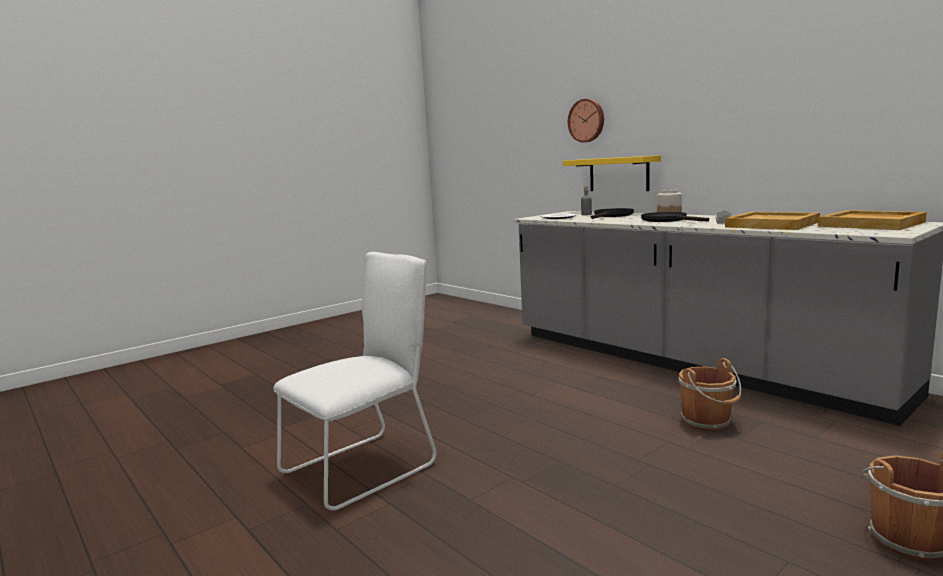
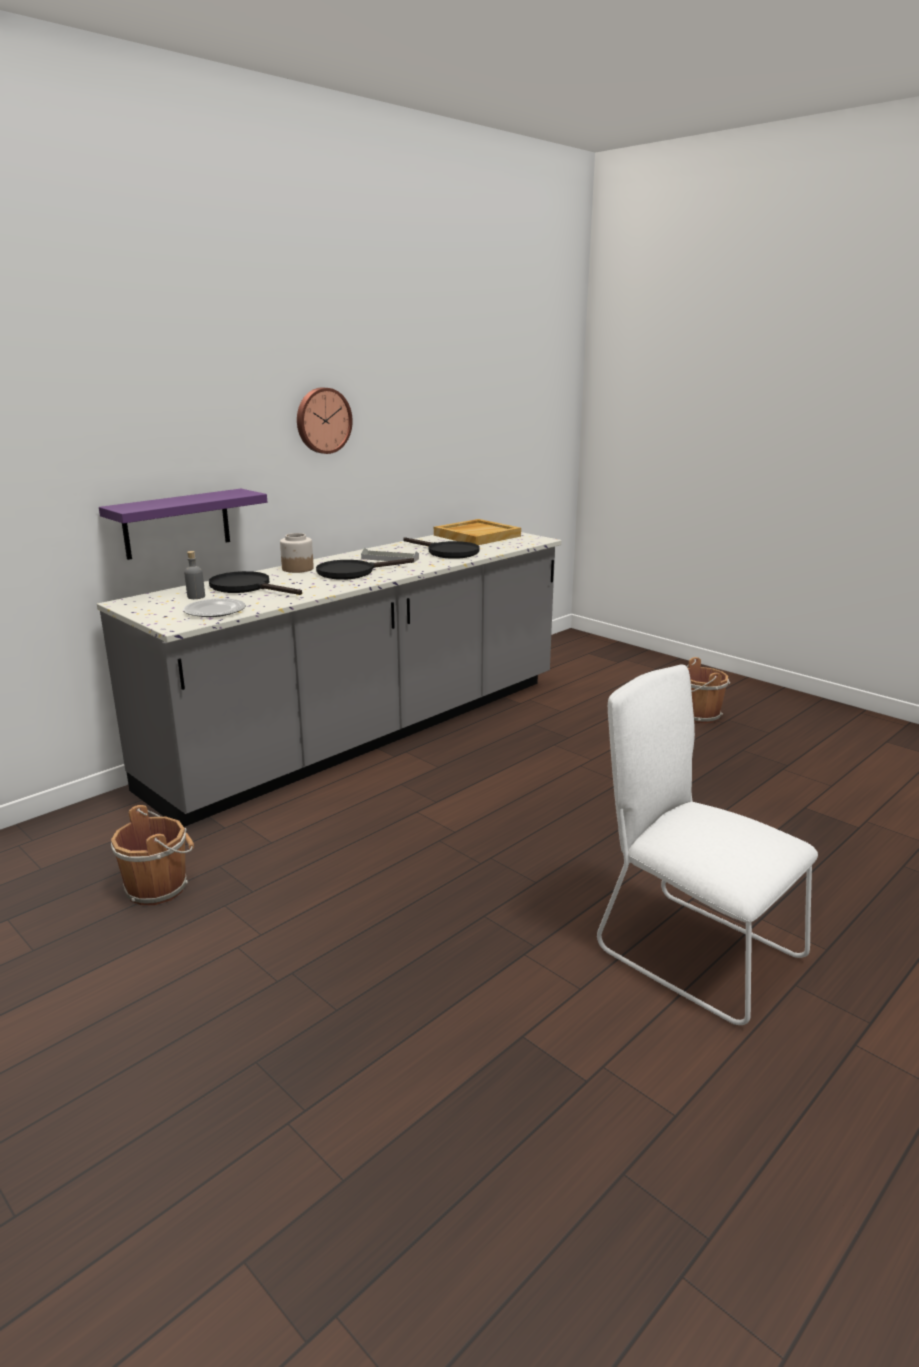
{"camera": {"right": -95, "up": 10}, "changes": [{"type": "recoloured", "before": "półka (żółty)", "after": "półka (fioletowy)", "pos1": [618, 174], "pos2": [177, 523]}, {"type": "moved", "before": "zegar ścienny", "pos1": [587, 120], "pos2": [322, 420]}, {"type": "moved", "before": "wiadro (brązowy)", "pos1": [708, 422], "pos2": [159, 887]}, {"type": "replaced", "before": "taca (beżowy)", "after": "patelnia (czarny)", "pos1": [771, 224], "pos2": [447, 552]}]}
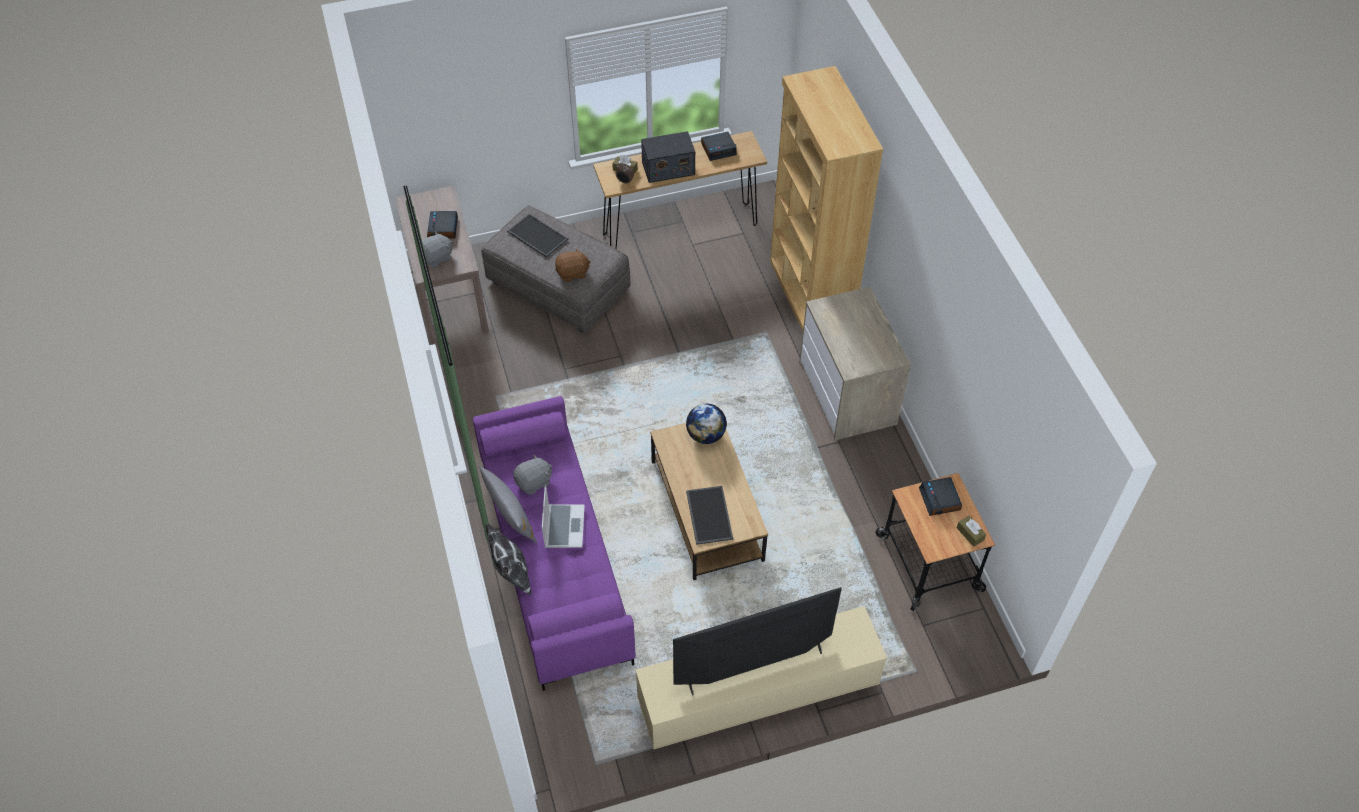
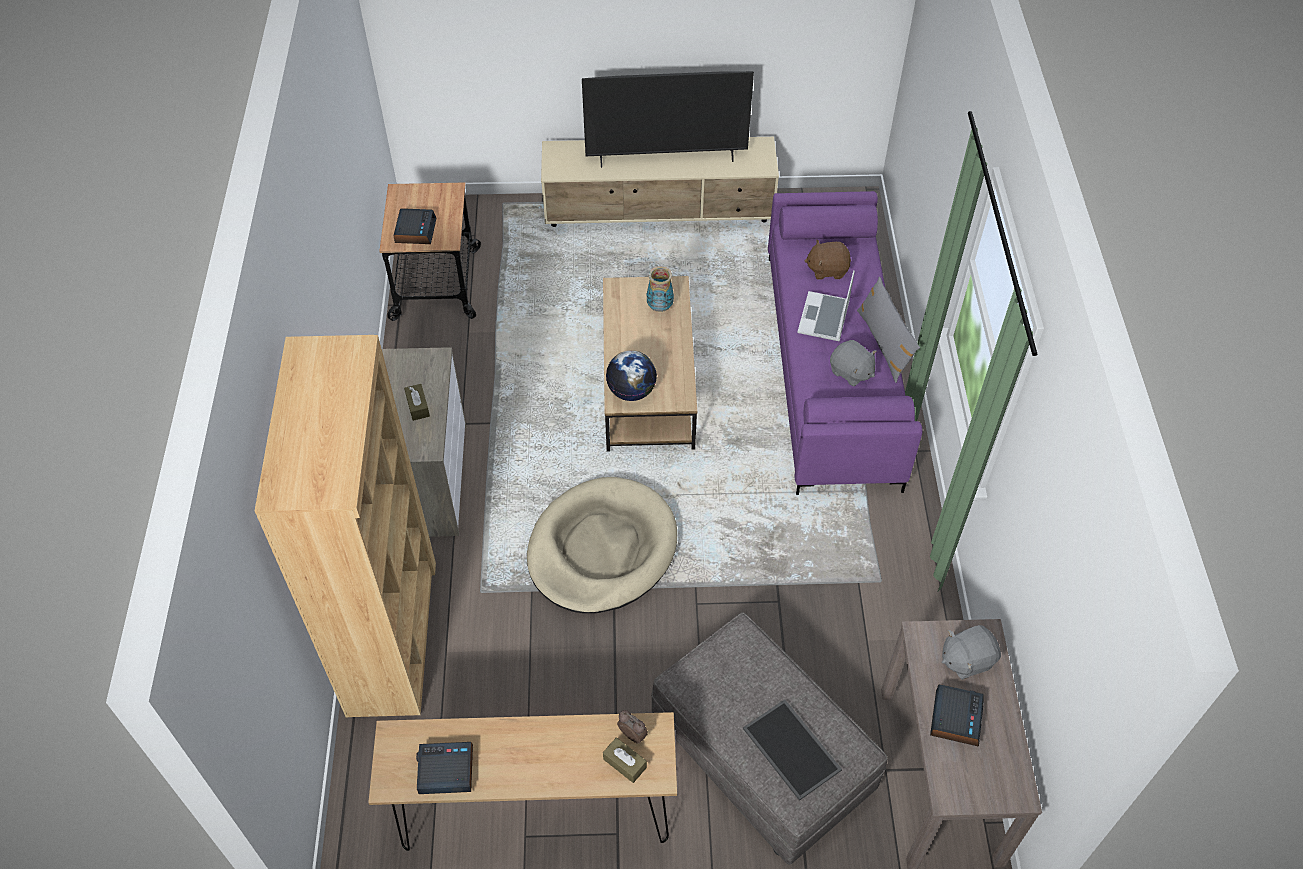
{"camera": {"right": -165, "up": 0}, "changes": [{"type": "removed", "before": "poduszka", "pos1": [512, 575]}, {"type": "turned", "before": "pluszak (szary)", "pos1": [534, 482], "pos2": [851, 372], "turn": -120}, {"type": "moved", "before": "pluszak (brązowy)", "pos1": [572, 273], "pos2": [827, 269]}, {"type": "removed", "before": "radio", "pos1": [668, 168]}, {"type": "replaced", "before": "taca", "after": "wazon", "pos1": [708, 514], "pos2": [660, 307]}, {"type": "moved", "before": "pudełko chusteczek (brązowy)", "pos1": [970, 534], "pos2": [418, 406]}, {"type": "added", "after": "legowisko (beżowy)", "pos2": [602, 549]}]}
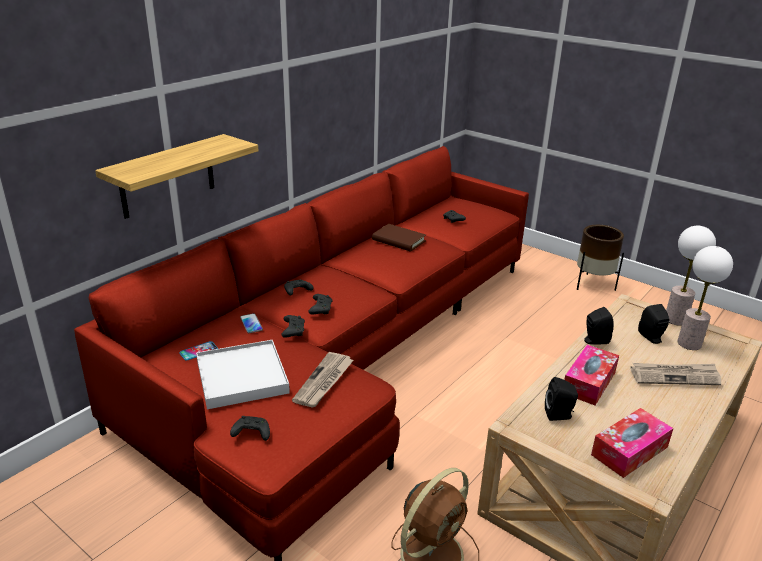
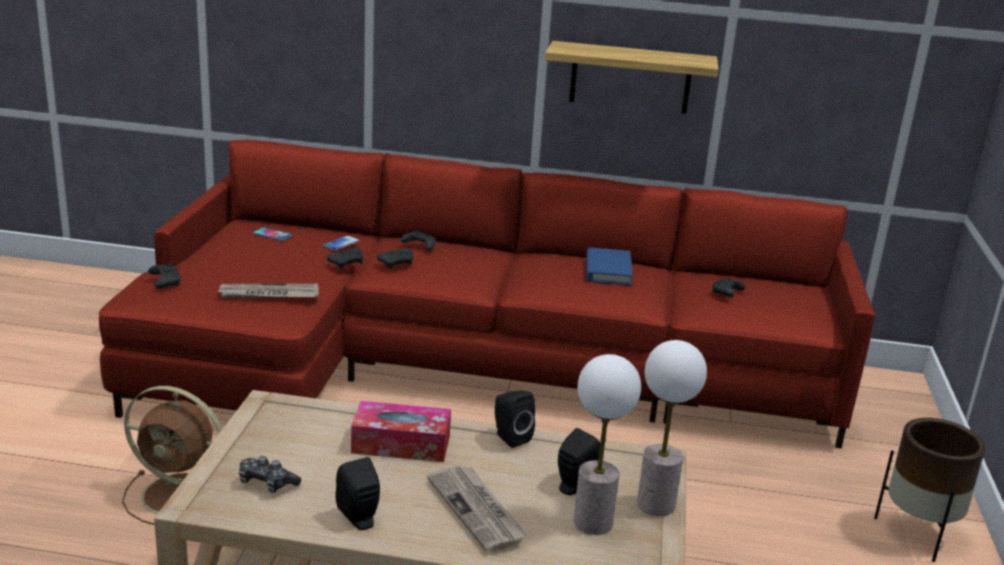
{"camera": {"right": 60, "up": -5}, "changes": [{"type": "moved", "before": "półka", "pos1": [167, 176], "pos2": [630, 78]}, {"type": "removed", "before": "taca (biały)", "pos1": [242, 377]}, {"type": "recoloured", "before": "książka (brązowy)", "after": "książka (niebieski)", "pos1": [398, 240], "pos2": [608, 270]}, {"type": "moved", "before": "głośnik (czarny)", "pos1": [559, 415], "pos2": [360, 519]}, {"type": "replaced", "before": "pudełko chusteczek", "after": "pad do gier", "pos1": [629, 451], "pos2": [266, 483]}]}
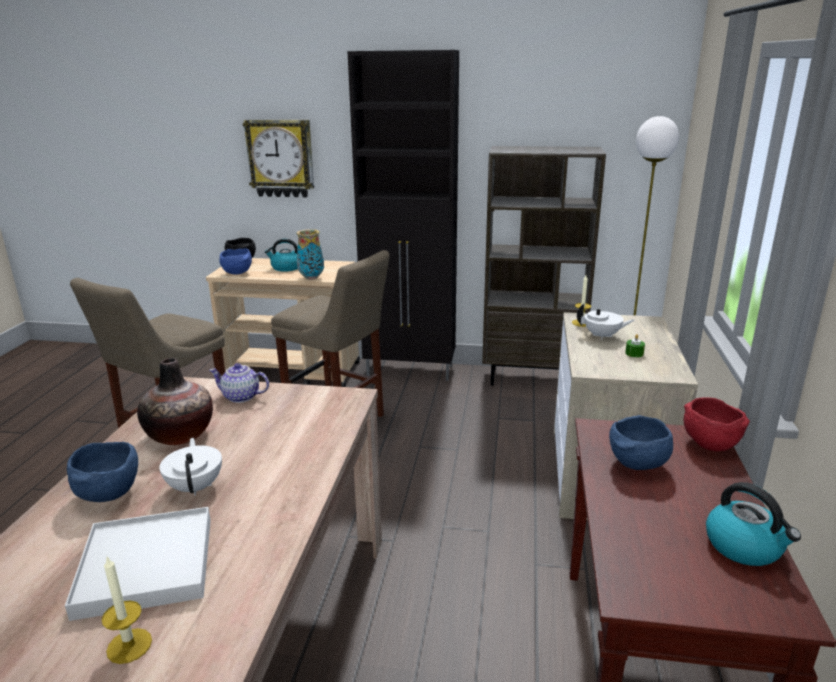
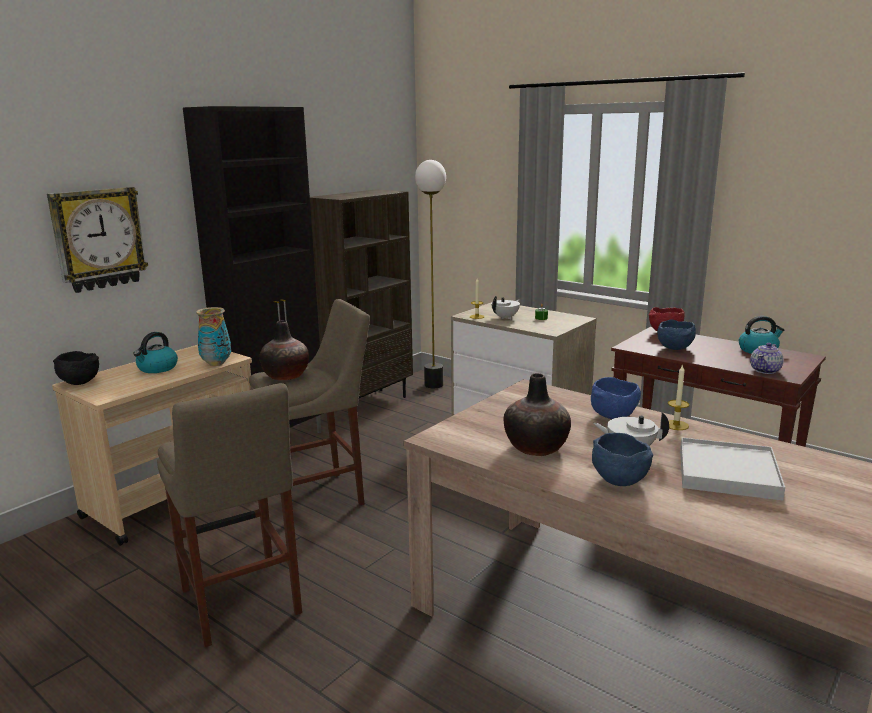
{"camera": {"right": -60, "up": -5}, "changes": [{"type": "moved", "before": "świeca", "pos1": [129, 646], "pos2": [676, 425]}, {"type": "moved", "before": "imbryk", "pos1": [241, 397], "pos2": [765, 370]}, {"type": "moved", "before": "miska (niebieski)", "pos1": [238, 273], "pos2": [614, 416]}, {"type": "added", "after": "wazon", "pos2": [286, 376]}]}
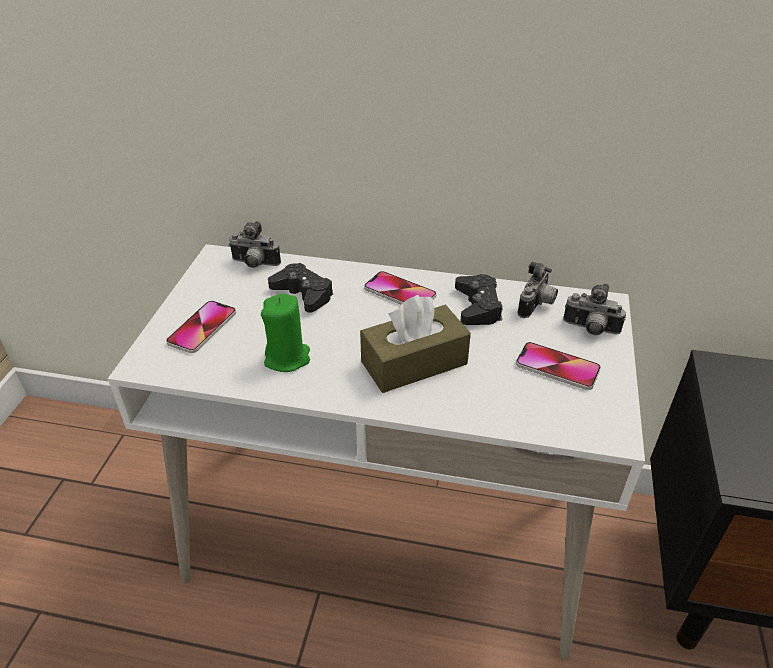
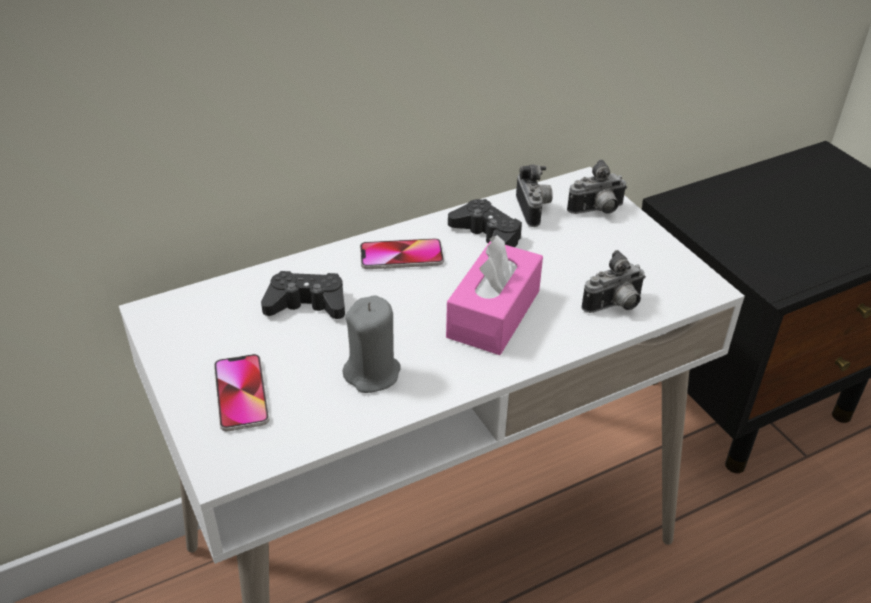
{"camera": {"right": -40, "up": 0}, "changes": [{"type": "moved", "before": "aparat fotograficzny", "pos1": [254, 264], "pos2": [615, 306]}, {"type": "recoloured", "before": "świeca (zielony)", "after": "świeca (szary)", "pos1": [287, 358], "pos2": [372, 373]}, {"type": "recoloured", "before": "pudełko chusteczek (brązowy)", "after": "pudełko chusteczek (różowy)", "pos1": [414, 363], "pos2": [493, 314]}, {"type": "removed", "before": "telefon", "pos1": [557, 367]}]}
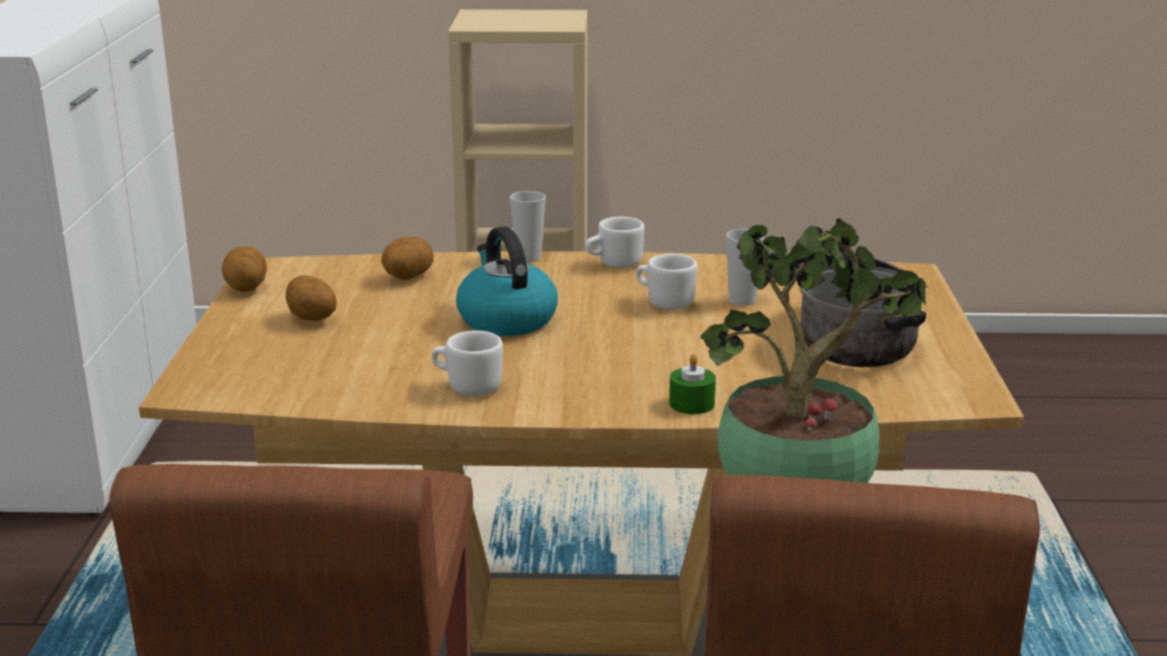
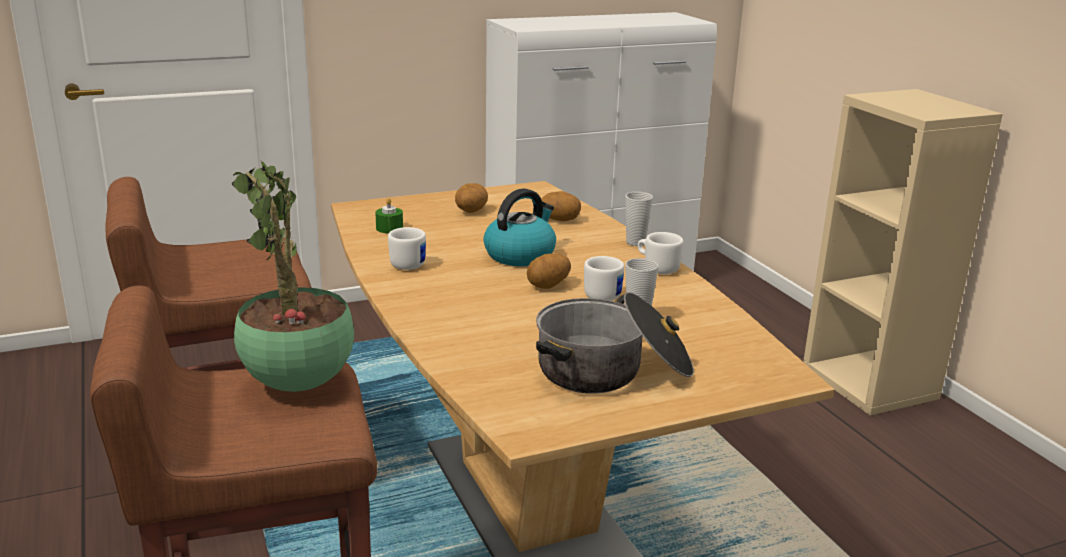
{"camera": {"right": 65, "up": 0}, "changes": [{"type": "moved", "before": "ziemniak", "pos1": [246, 288], "pos2": [548, 286]}, {"type": "moved", "before": "świeca (zielony)", "pos1": [691, 404], "pos2": [389, 228]}]}
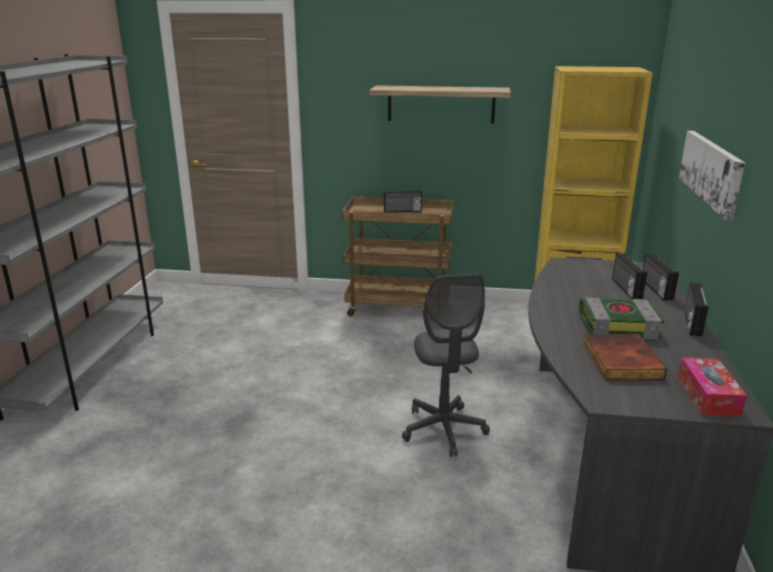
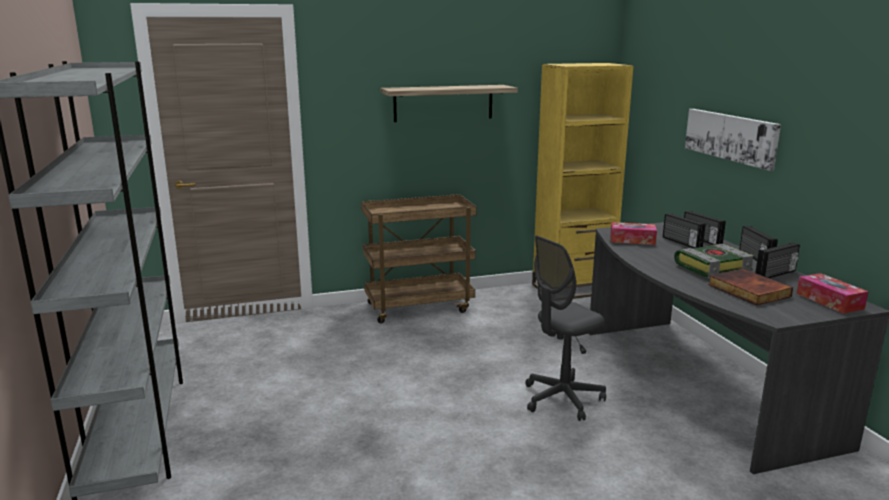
{"camera": {"right": -25, "up": -5}, "changes": [{"type": "moved", "before": "radio", "pos1": [402, 211], "pos2": [776, 274]}, {"type": "turned", "before": "krzesło biurowe (szary)", "pos1": [443, 430], "pos2": [562, 399], "turn": 90}, {"type": "added", "after": "pudełko chusteczek", "pos2": [632, 240]}]}
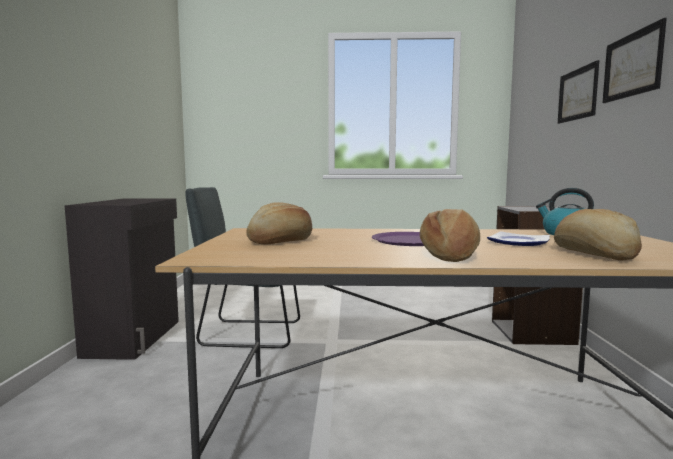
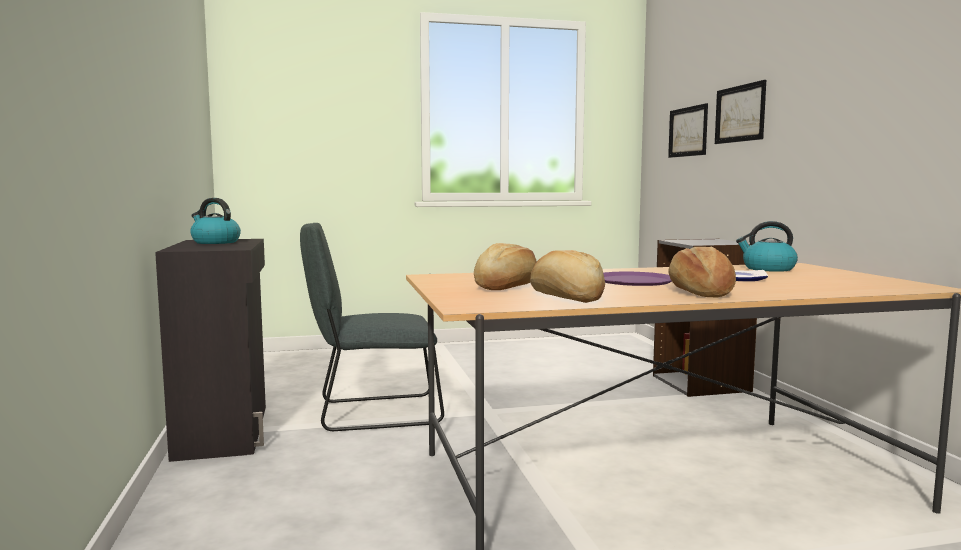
{"camera": {"right": -15, "up": 0}, "changes": [{"type": "moved", "before": "chleb", "pos1": [594, 254], "pos2": [566, 298]}, {"type": "moved", "before": "obraz", "pos1": [632, 65], "pos2": [688, 131]}, {"type": "added", "after": "czajnik", "pos2": [215, 242]}]}
